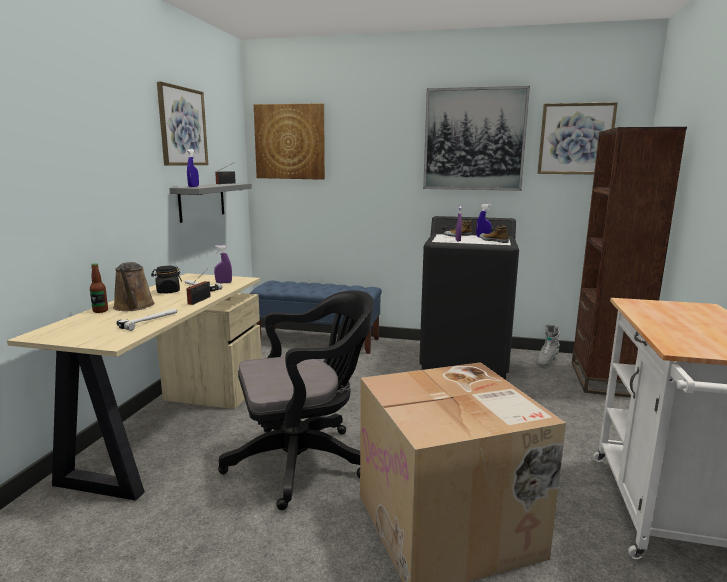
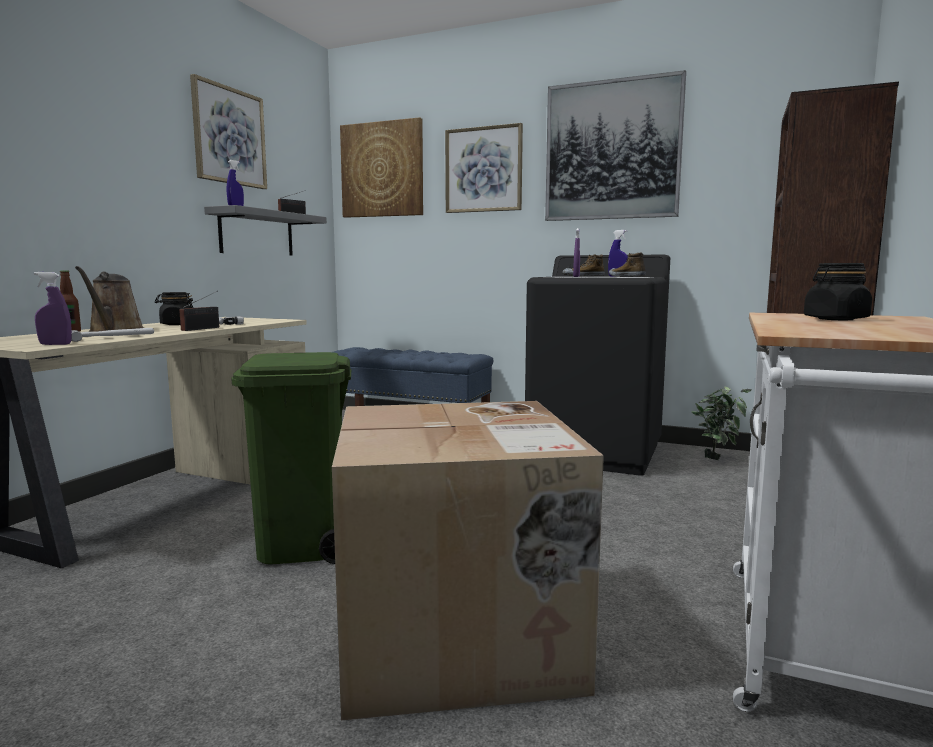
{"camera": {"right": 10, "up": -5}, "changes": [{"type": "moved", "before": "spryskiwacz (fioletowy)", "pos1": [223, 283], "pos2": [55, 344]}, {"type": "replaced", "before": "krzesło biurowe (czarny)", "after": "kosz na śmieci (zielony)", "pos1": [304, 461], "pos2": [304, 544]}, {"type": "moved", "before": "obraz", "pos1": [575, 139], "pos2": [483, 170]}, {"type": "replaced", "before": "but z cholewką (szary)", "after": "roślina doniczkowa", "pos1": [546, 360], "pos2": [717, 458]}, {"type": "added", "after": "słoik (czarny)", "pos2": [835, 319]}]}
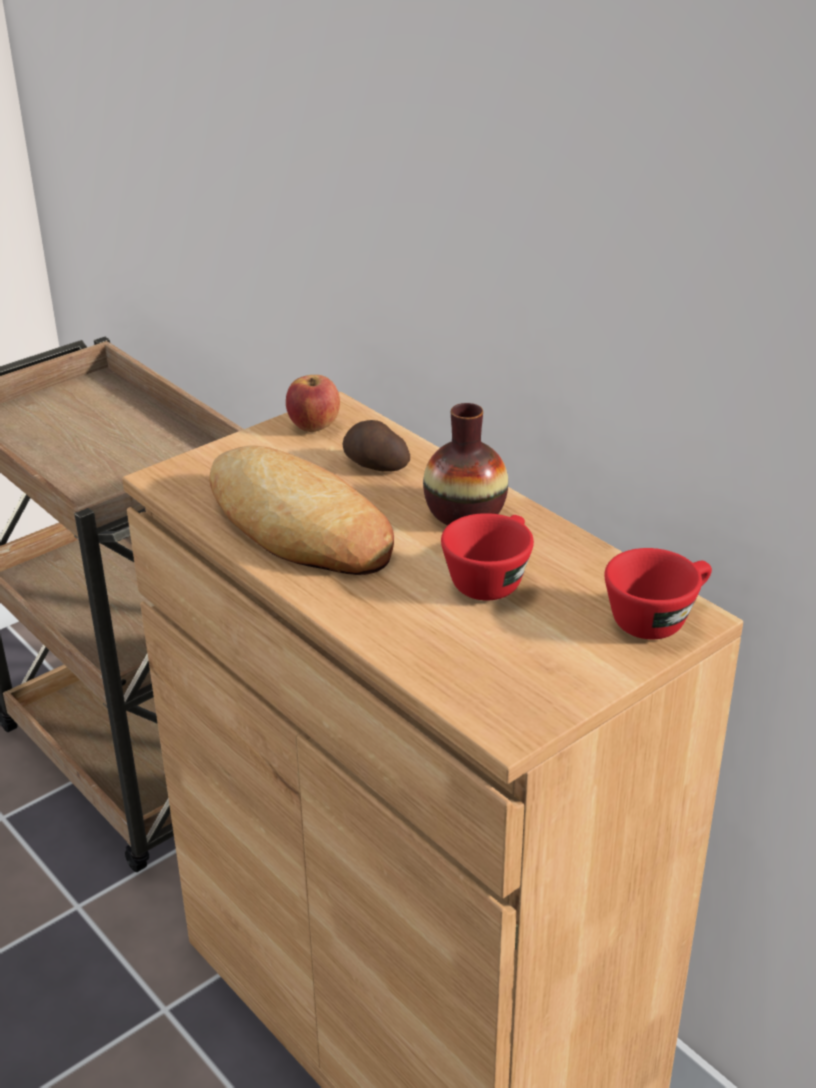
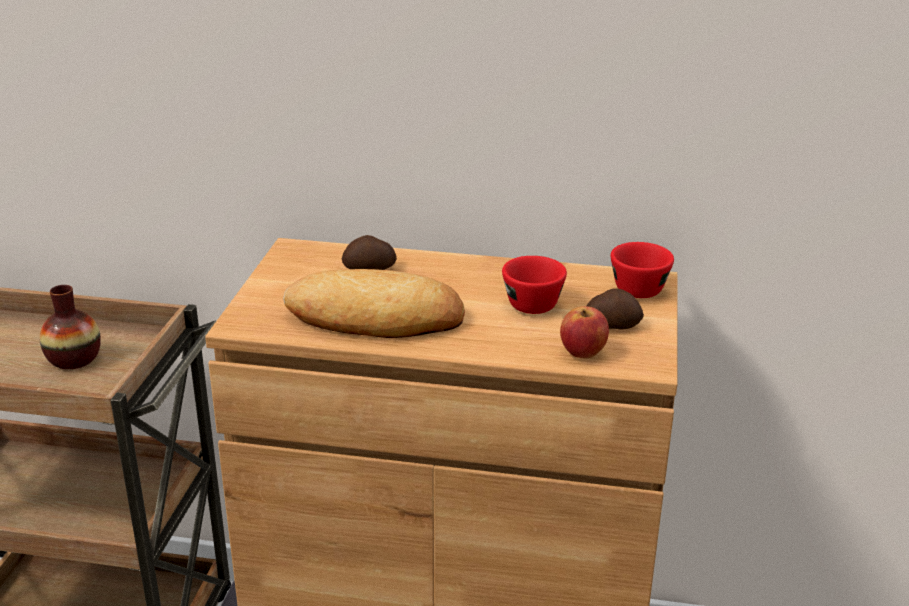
{"camera": {"right": -40, "up": -5}, "changes": [{"type": "moved", "before": "jabłko", "pos1": [314, 426], "pos2": [583, 353]}, {"type": "moved", "before": "wazon", "pos1": [465, 513], "pos2": [74, 359]}, {"type": "added", "after": "ziemniak", "pos2": [611, 325]}]}
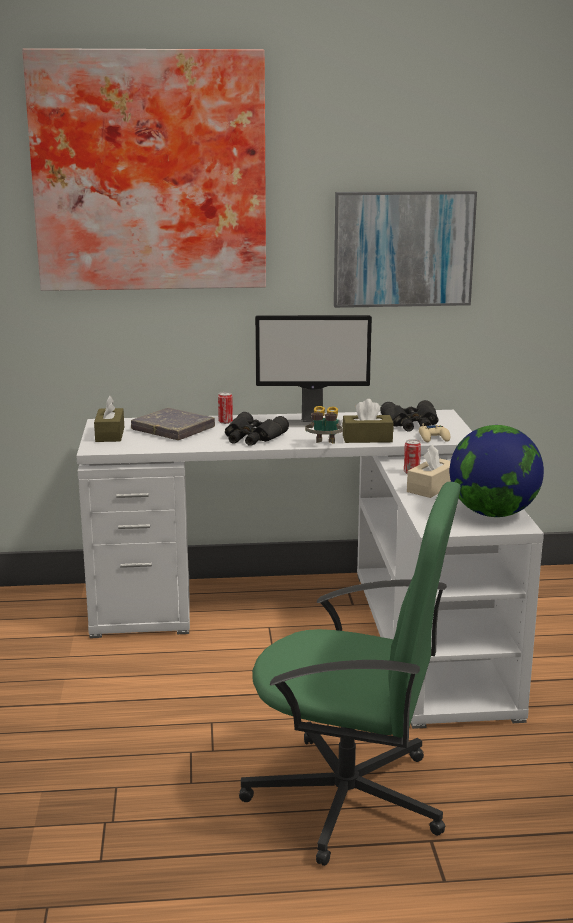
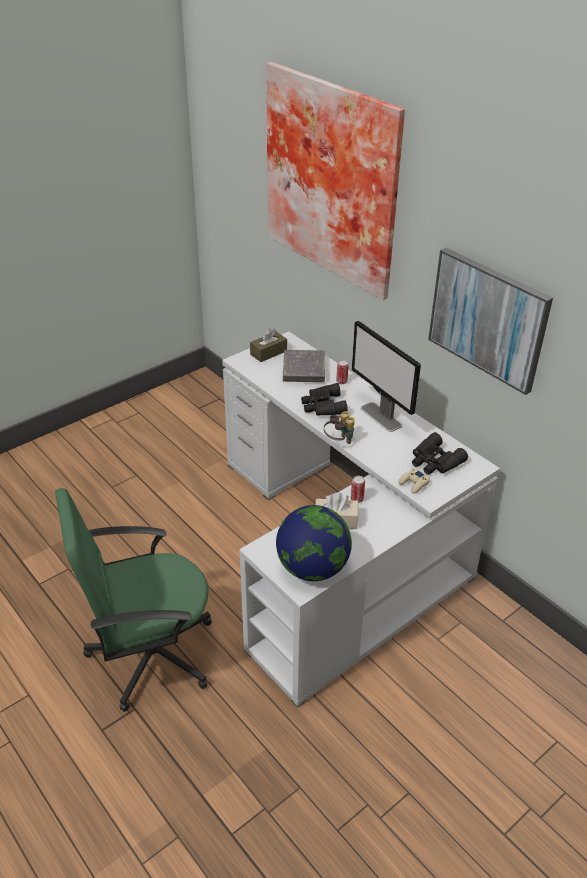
{"camera": {"right": 55, "up": 20}, "changes": [{"type": "turned", "before": "krzesło biurowe (zielony)", "pos1": [349, 799], "pos2": [150, 654], "turn": 90}, {"type": "removed", "before": "pudełko chusteczek (brązowy)", "pos1": [367, 438]}]}
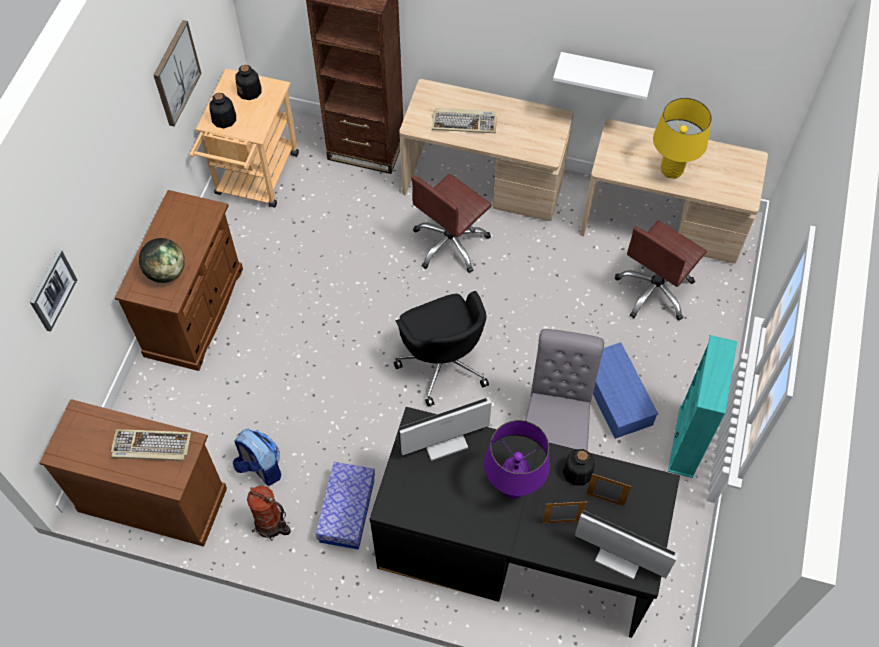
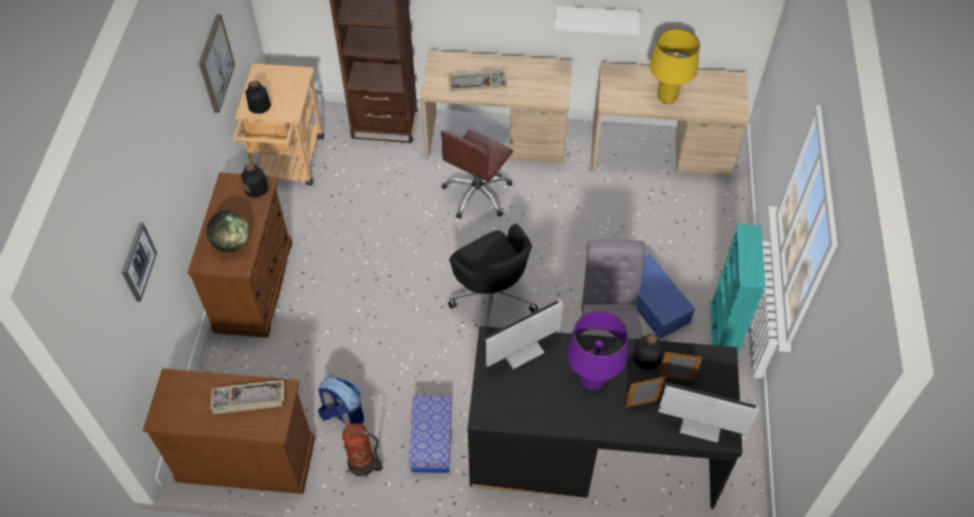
{"camera": {"right": -10, "up": -5}, "changes": [{"type": "moved", "before": "butelka", "pos1": [250, 91], "pos2": [256, 188]}, {"type": "removed", "before": "krzesło biurowe (brązowy)", "pos1": [654, 290]}]}
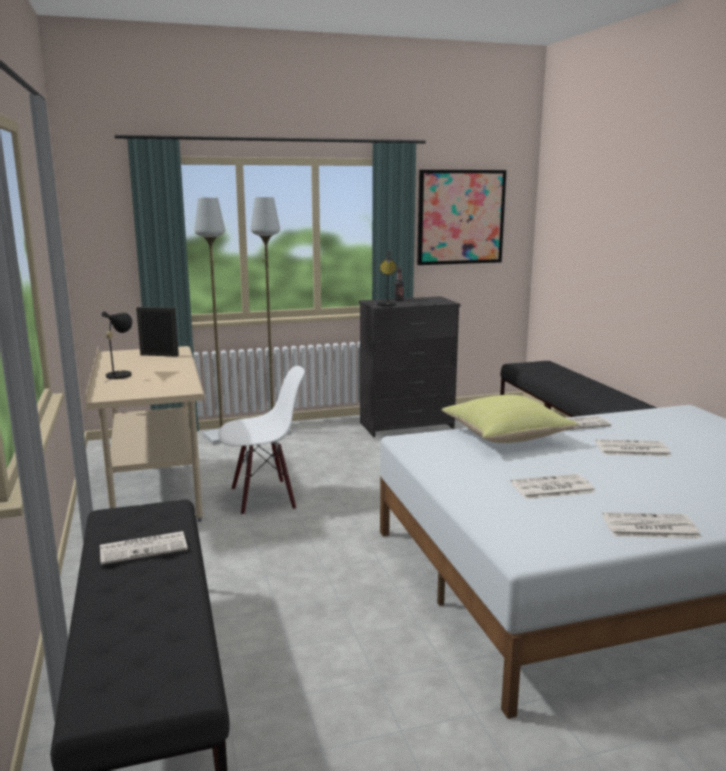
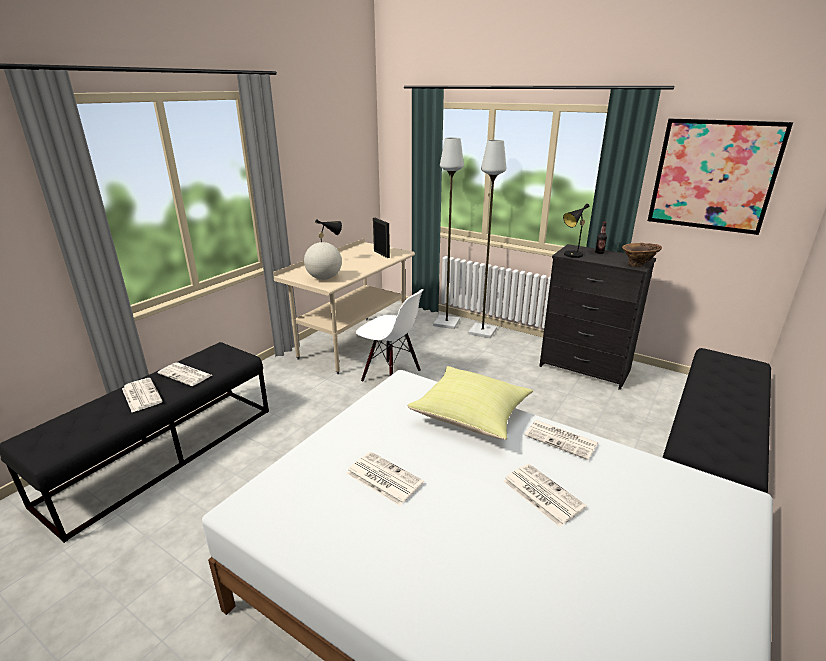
{"camera": {"right": 50, "up": 10}, "changes": [{"type": "moved", "before": "gazeta", "pos1": [648, 527], "pos2": [141, 395]}, {"type": "added", "after": "globus", "pos2": [324, 278]}, {"type": "added", "after": "wazon (brązowy)", "pos2": [638, 265]}]}
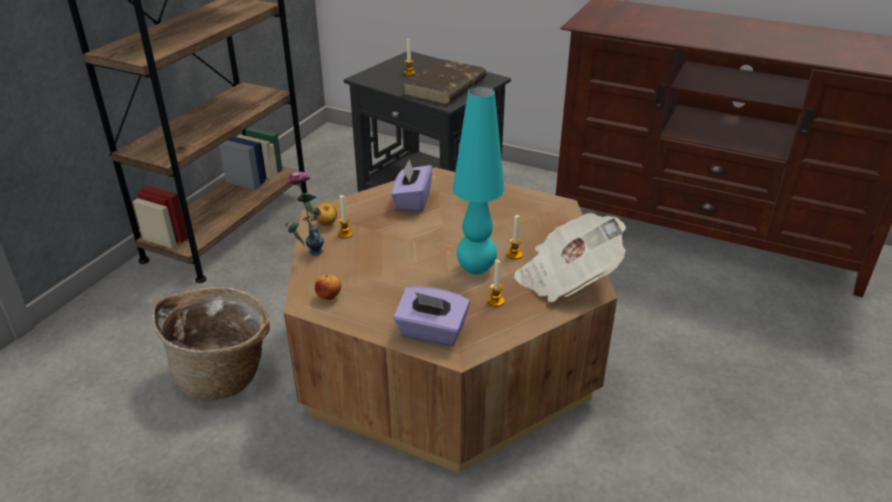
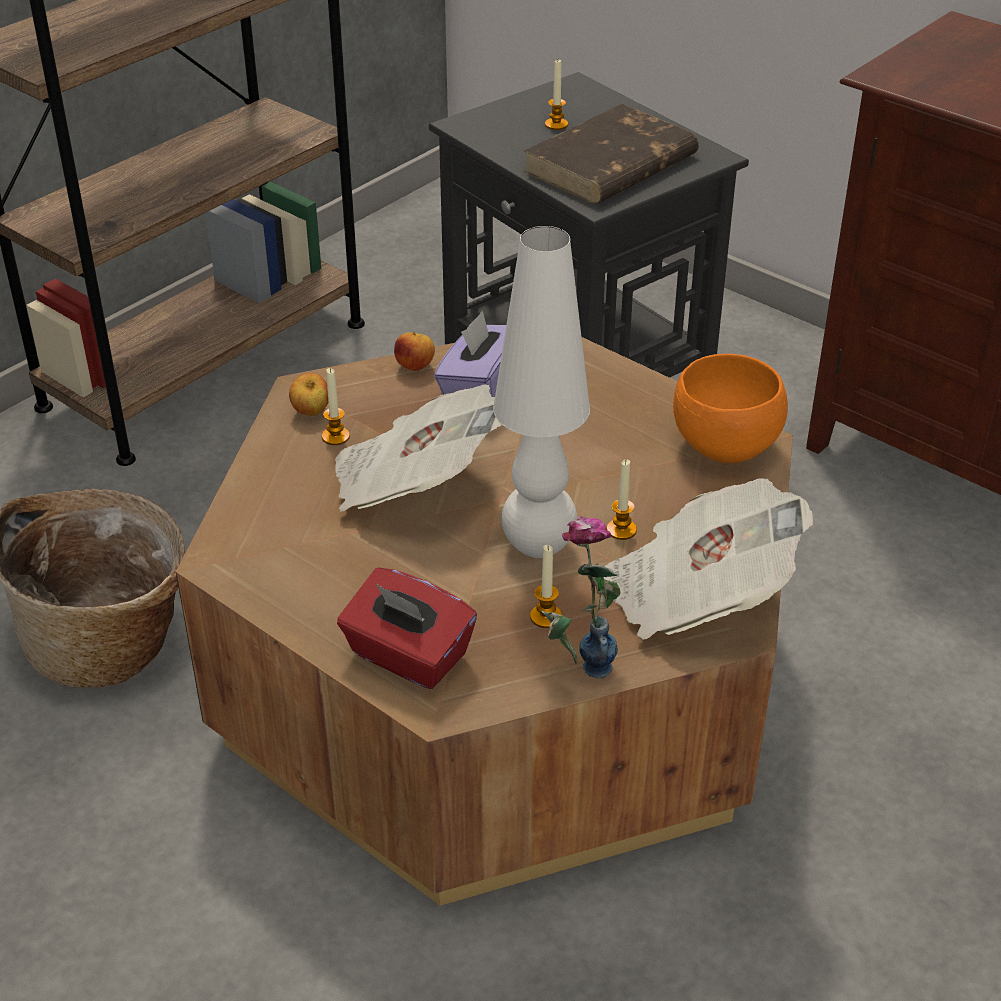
{"camera": {"right": 15, "up": 5}, "changes": [{"type": "moved", "before": "wazon", "pos1": [306, 255], "pos2": [577, 673]}, {"type": "moved", "before": "jabłko", "pos1": [329, 297], "pos2": [415, 367]}, {"type": "recoloured", "before": "pudełko chusteczek (fioletowy)", "after": "pudełko chusteczek (czerwony)", "pos1": [431, 332], "pos2": [407, 656]}, {"type": "recoloured", "before": "lampa stołowa (turkusowy)", "after": "lampa stołowa (biały)", "pos1": [476, 269], "pos2": [539, 546]}, {"type": "added", "after": "gazeta", "pos2": [414, 485]}, {"type": "added", "after": "miska (pomarańczowy)", "pos2": [724, 449]}]}
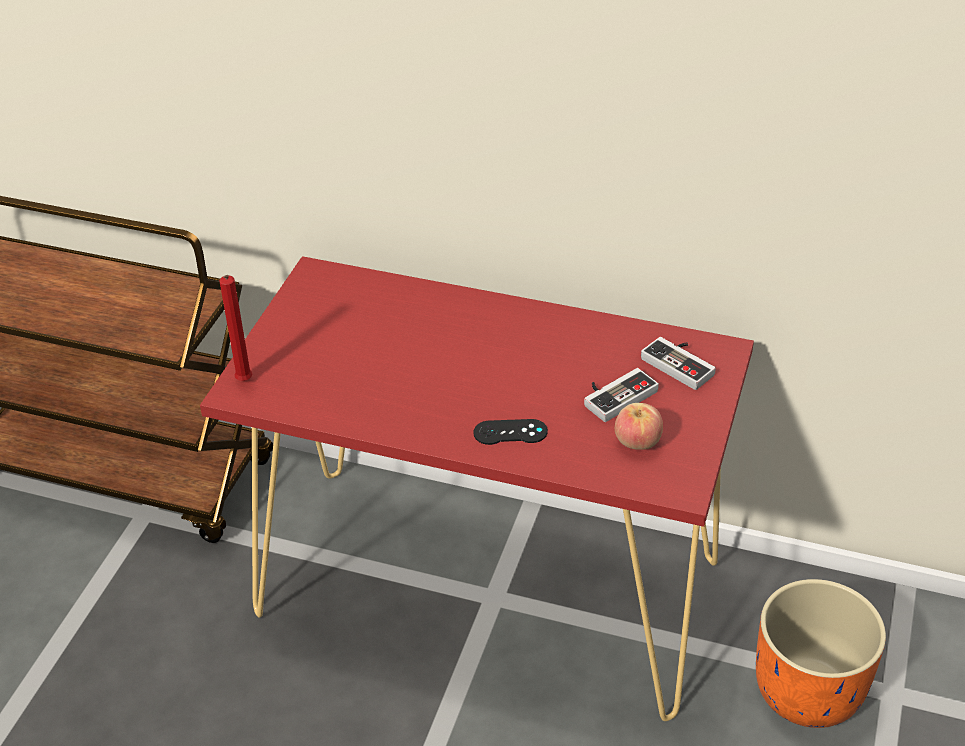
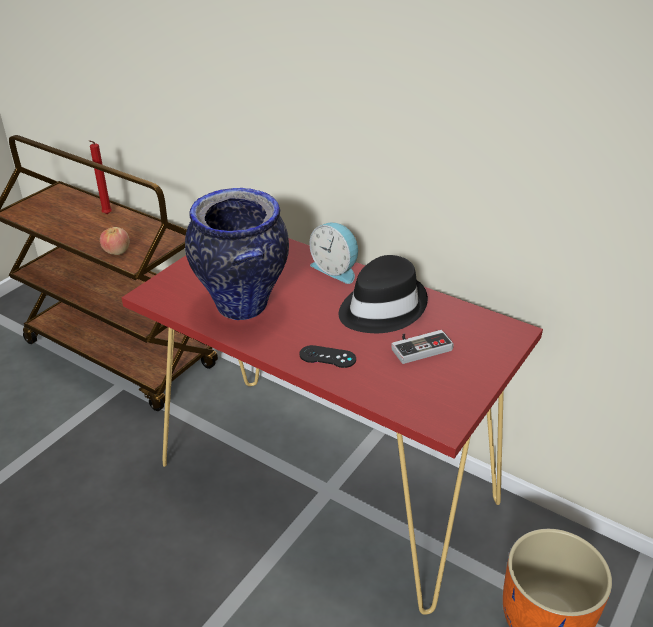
{"camera": {"right": 15, "up": -5}, "changes": [{"type": "moved", "before": "świeca (czerwony)", "pos1": [244, 382], "pos2": [106, 215]}, {"type": "moved", "before": "jabłko", "pos1": [637, 442], "pos2": [116, 251]}, {"type": "removed", "before": "pad do gier", "pos1": [682, 363]}, {"type": "added", "after": "wazon", "pos2": [242, 307]}, {"type": "added", "after": "budzik", "pos2": [336, 269]}, {"type": "added", "after": "kapelusz (czarny)", "pos2": [381, 308]}]}
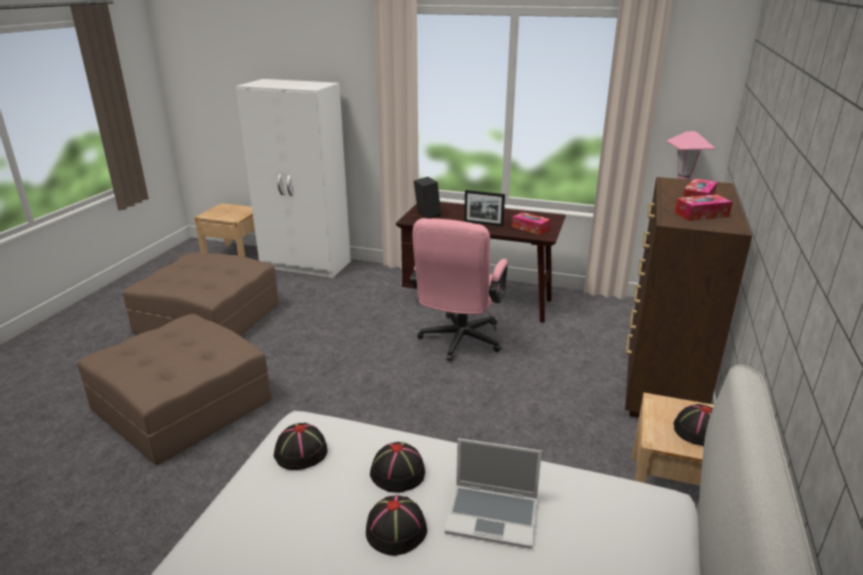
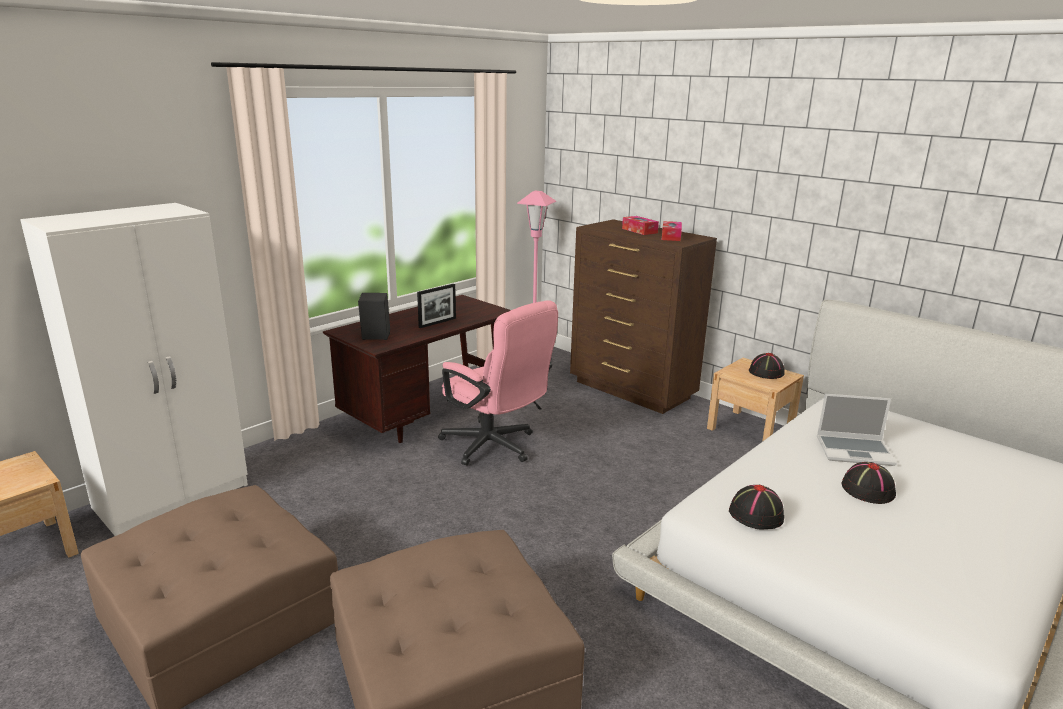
{"camera": {"right": -65, "up": -5}, "changes": [{"type": "removed", "before": "kapelusz (czarny)", "pos1": [398, 473]}, {"type": "turned", "before": "laptop", "pos1": [493, 516], "pos2": [855, 451], "turn": 60}, {"type": "removed", "before": "pudełko chusteczek", "pos1": [530, 228]}]}
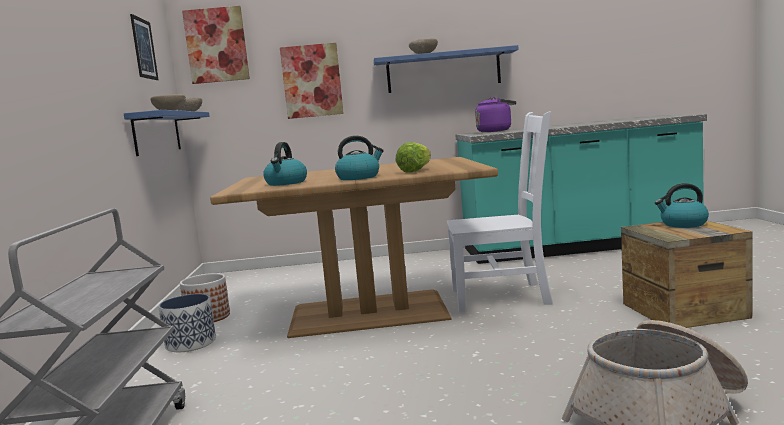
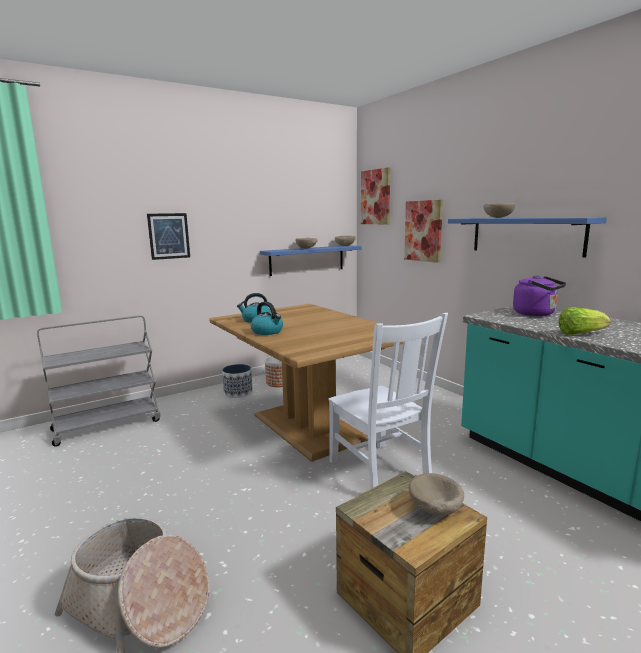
{"camera": {"right": 60, "up": 5}, "changes": [{"type": "moved", "before": "obraz", "pos1": [144, 48], "pos2": [169, 236]}, {"type": "moved", "before": "sałata", "pos1": [415, 171], "pos2": [580, 334]}, {"type": "replaced", "before": "czajnik", "after": "miska (beżowy)", "pos1": [683, 224], "pos2": [434, 510]}]}
